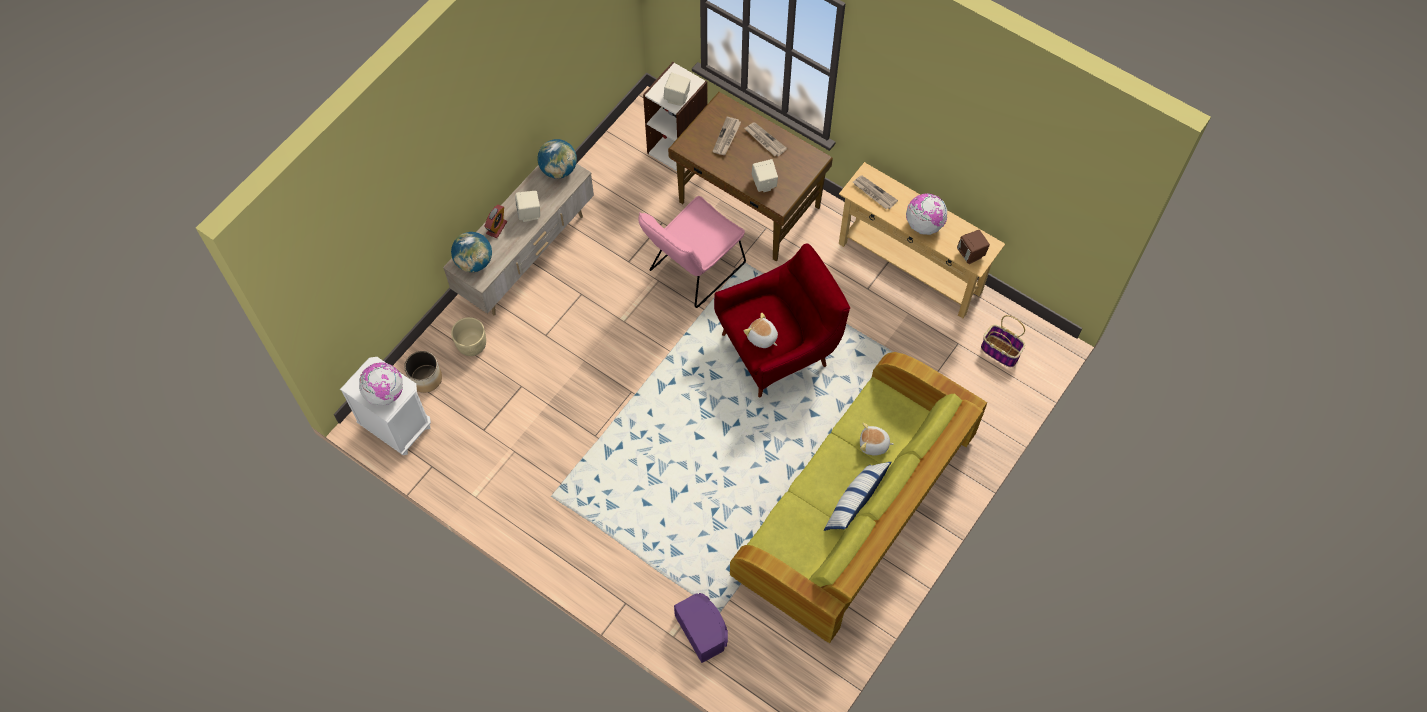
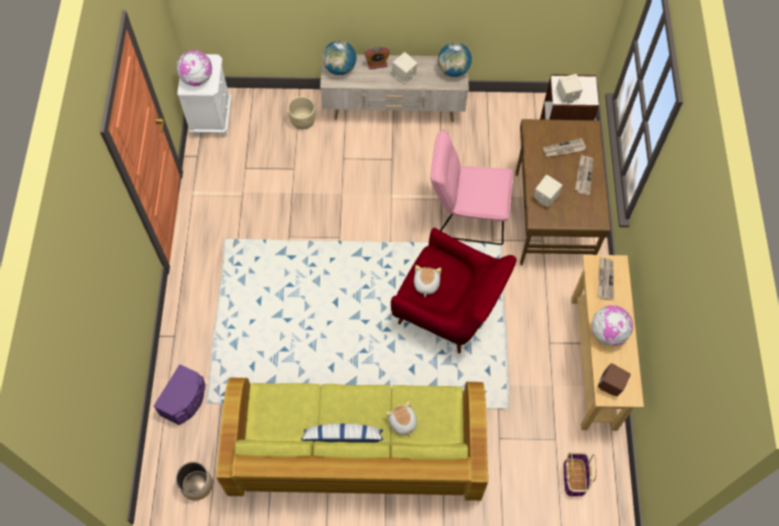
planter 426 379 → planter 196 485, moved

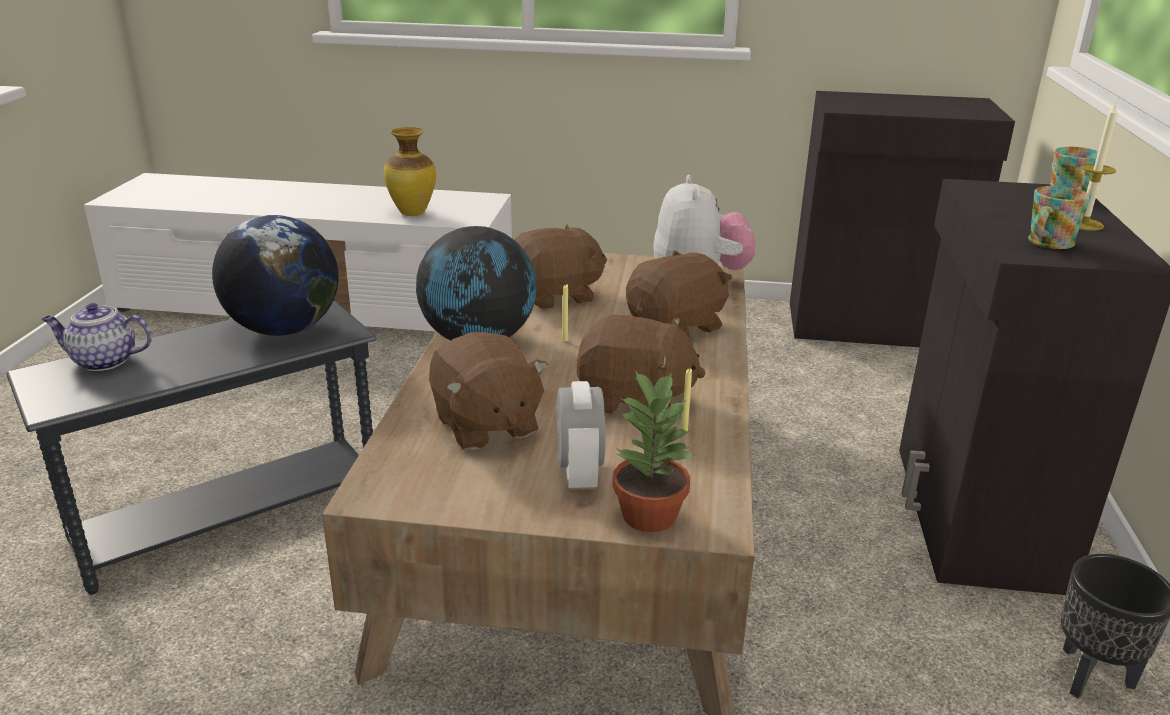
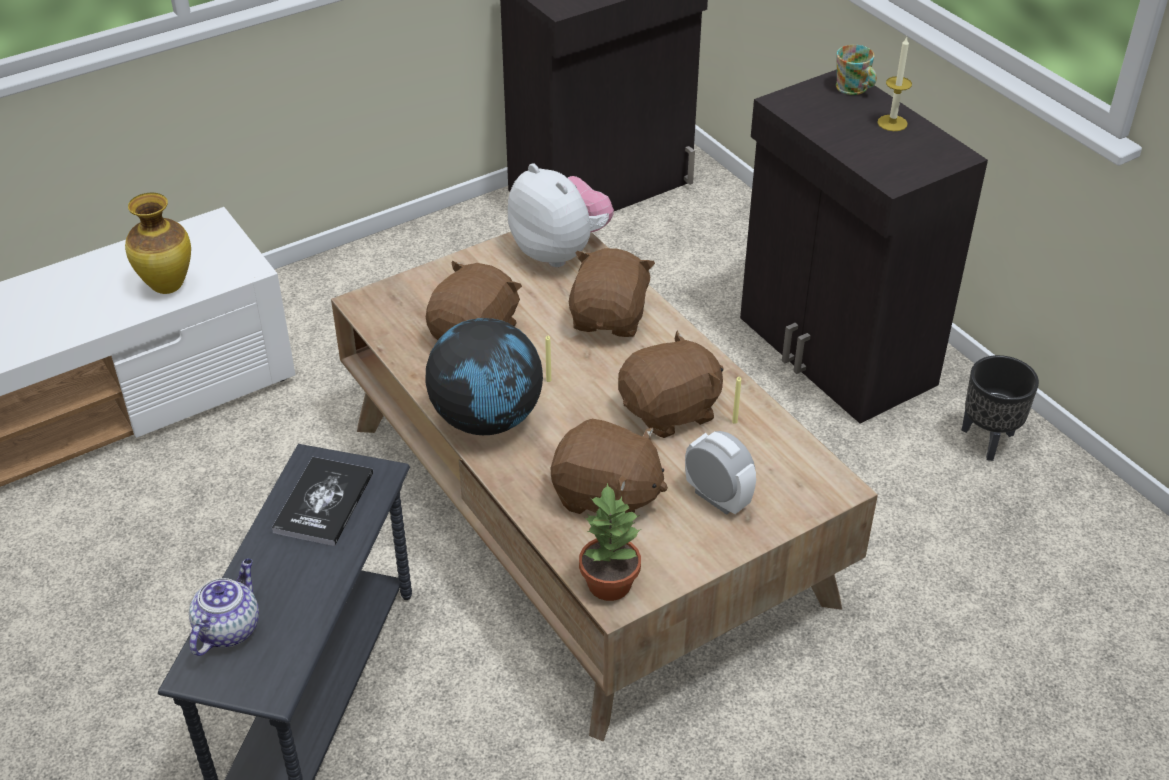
mug 1046 243 → -
potted plant 649 514 → potted plant 608 583, moved
globe 283 329 → book 324 503
teapot 103 361 → teapot 228 628, 150 degrees clockwise

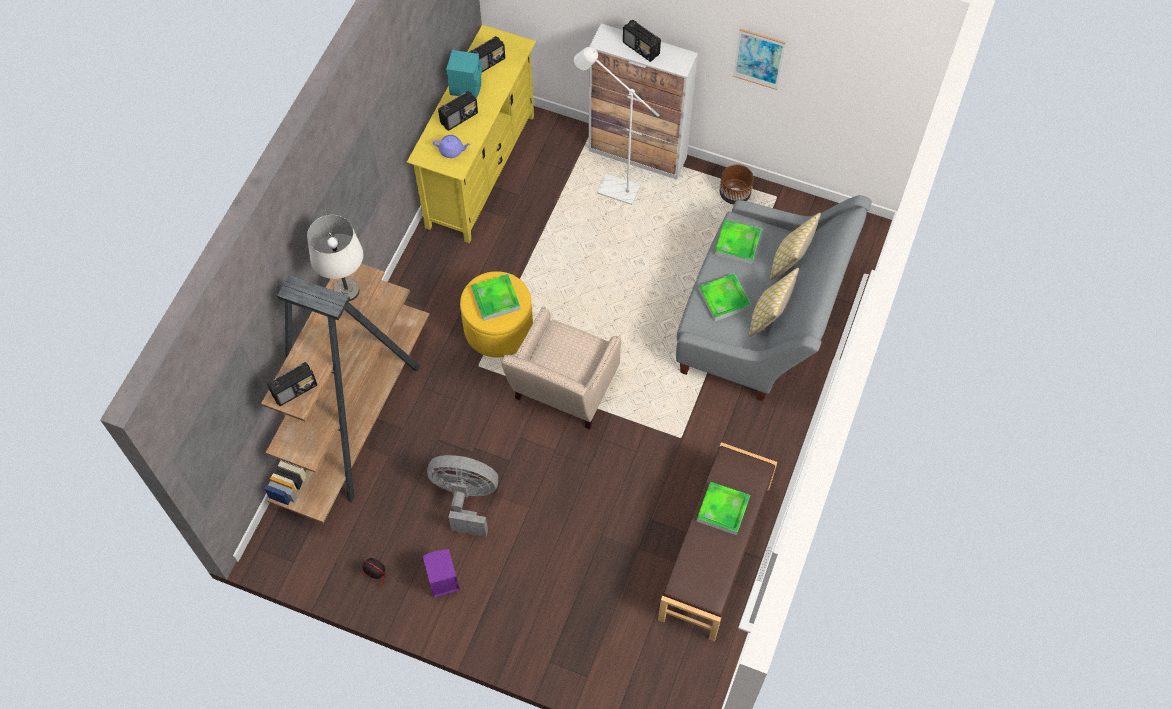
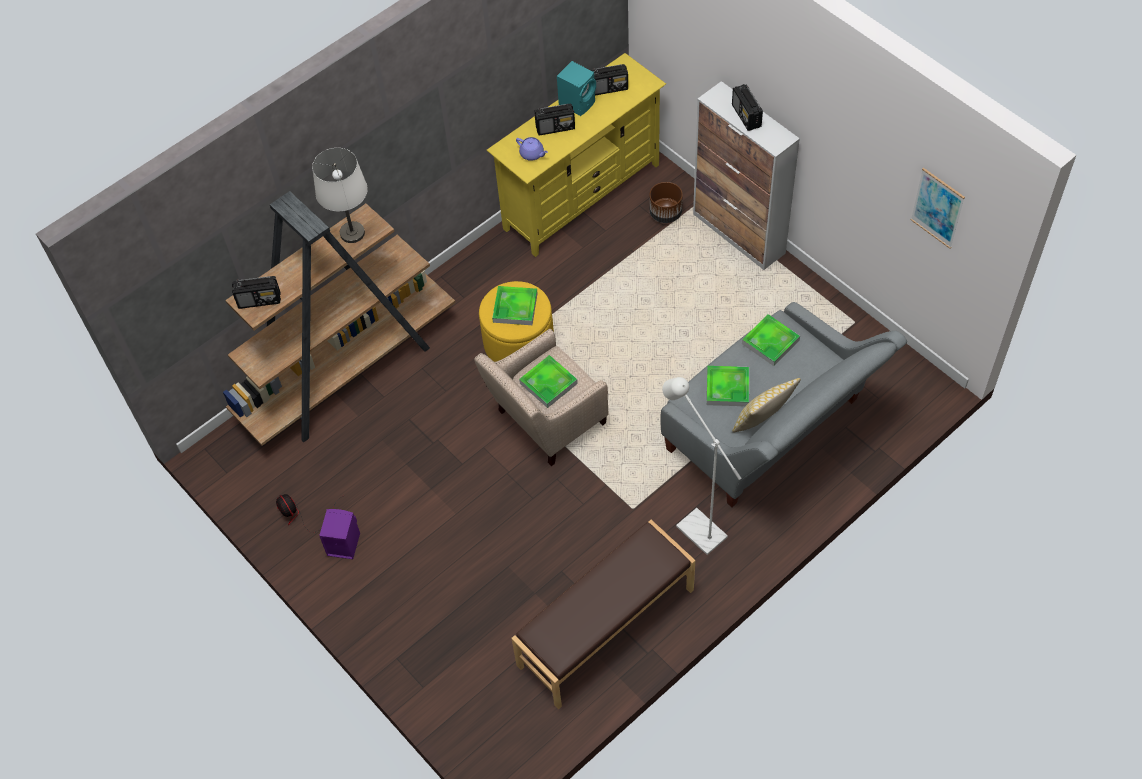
grey fan 466 499 → -
pillow 790 261 → -
white floor lamp 611 188 → white floor lamp 695 526, moved
tray 723 509 → tray 548 383, moved
brown planter 735 194 → brown planter 666 213, moved
picture 759 58 → picture 937 208, moved

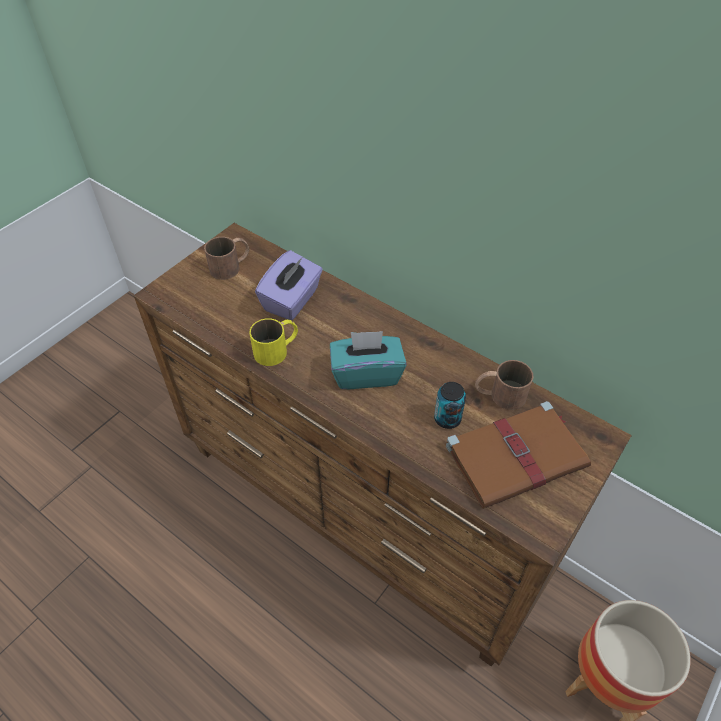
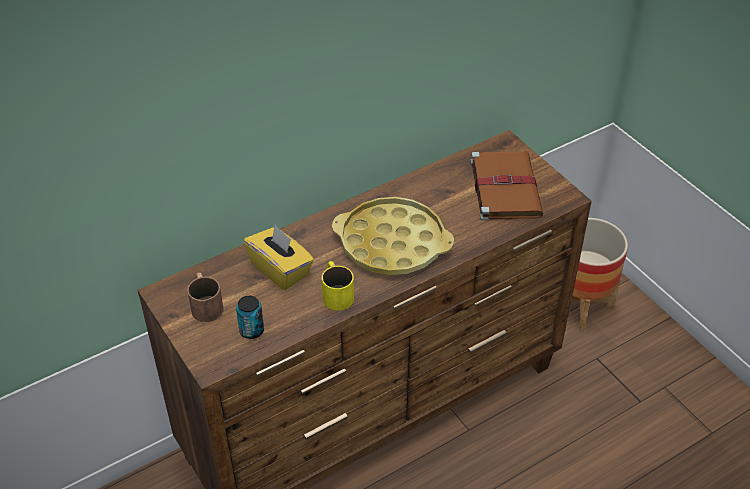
brown mug 499 394 → -
can 447 419 → can 252 331, moved
turquoise tissue box 366 374 → yellow tray 392 243
purple tissue box 292 300 → yellow tissue box 280 270

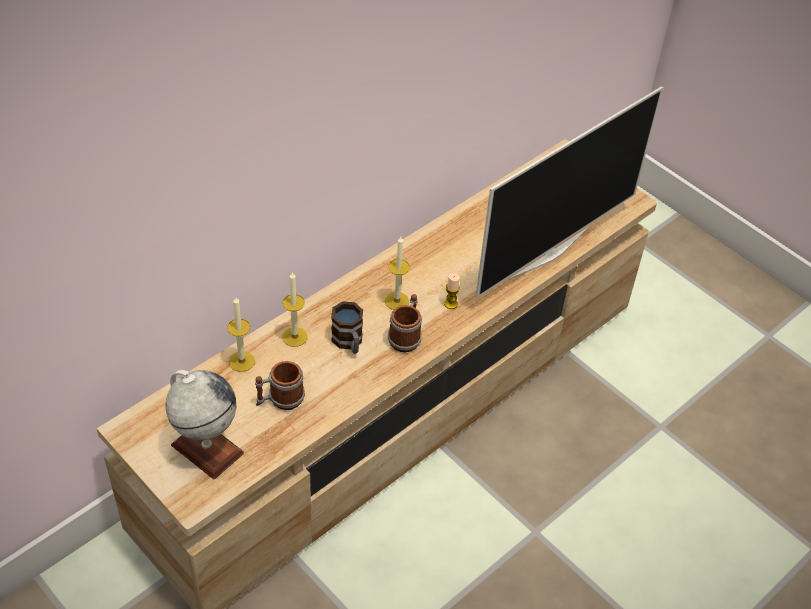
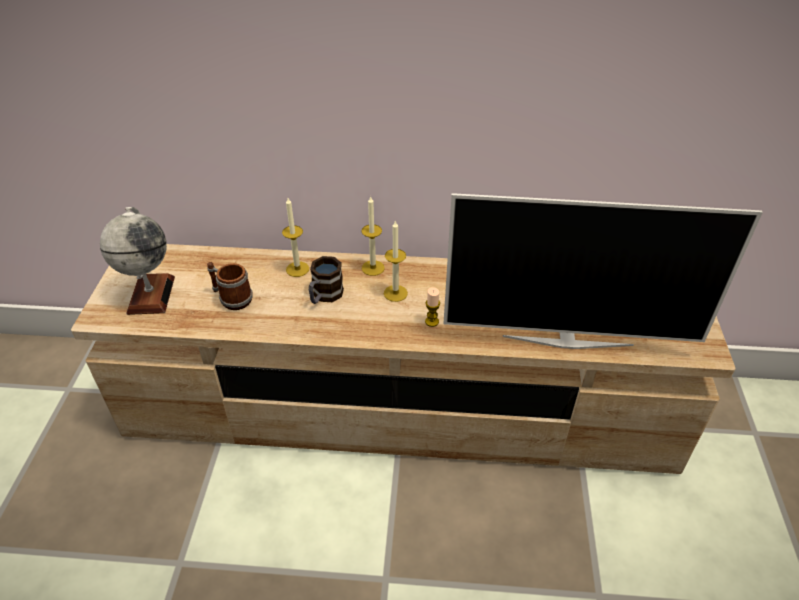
mug 406 336 → -
candle 241 361 → candle 373 268, moved

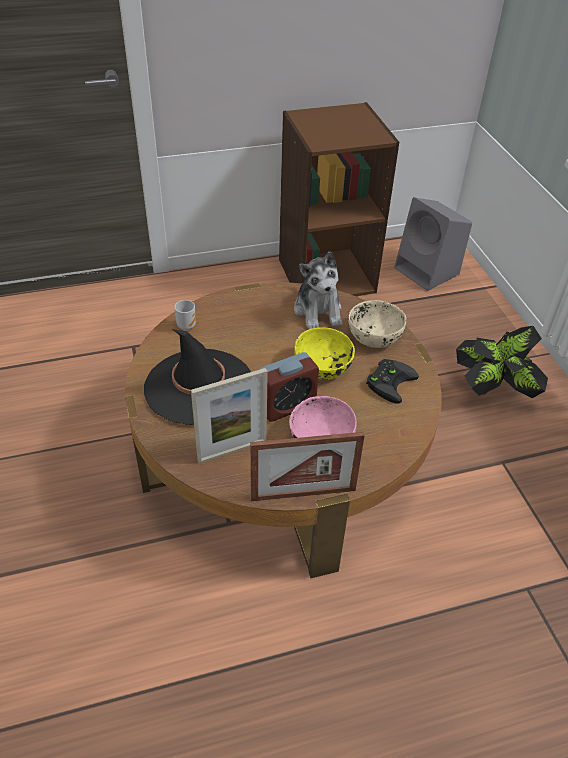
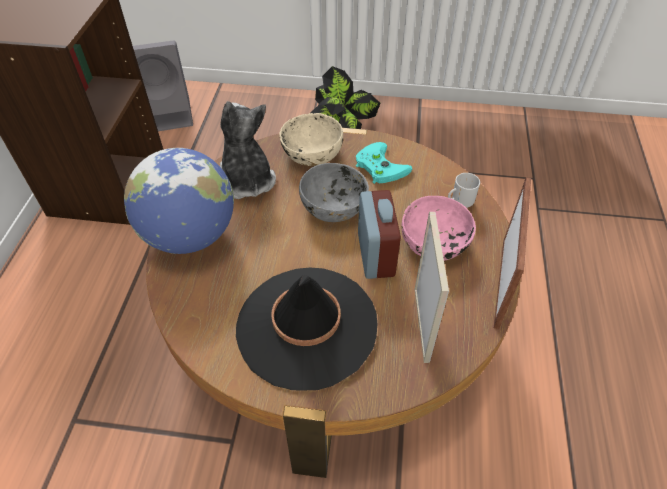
- → globe 190 235
mug 186 325 → mug 460 203, moved
yellow bowl 322 367 → grey bowl 334 207
black game controller 389 381 → turquoise game controller 378 166
plush toy 318 311 → plush toy 247 180, 120 degrees counterclockwise

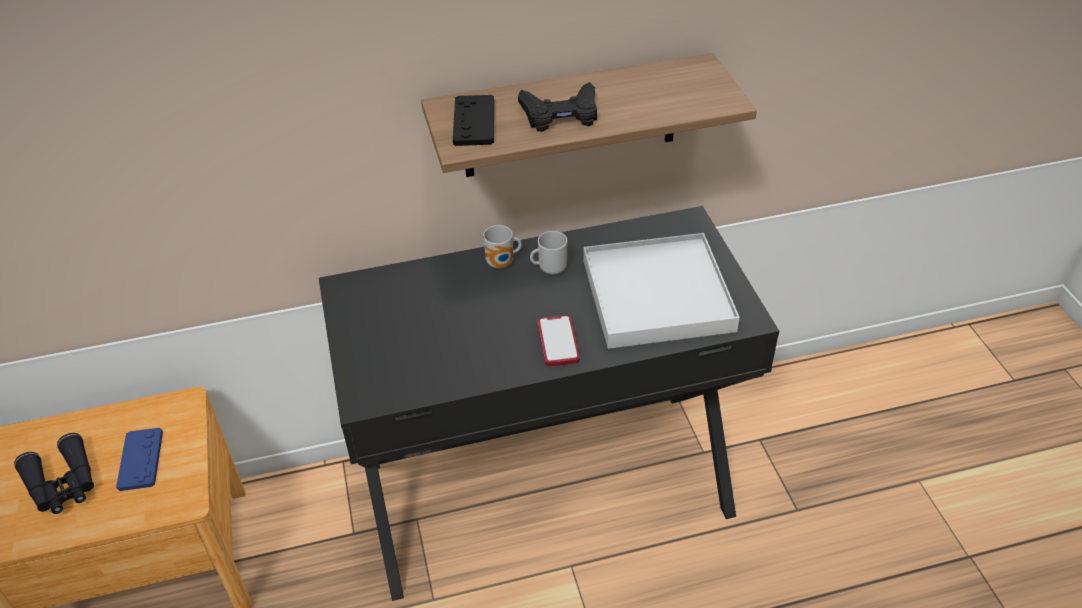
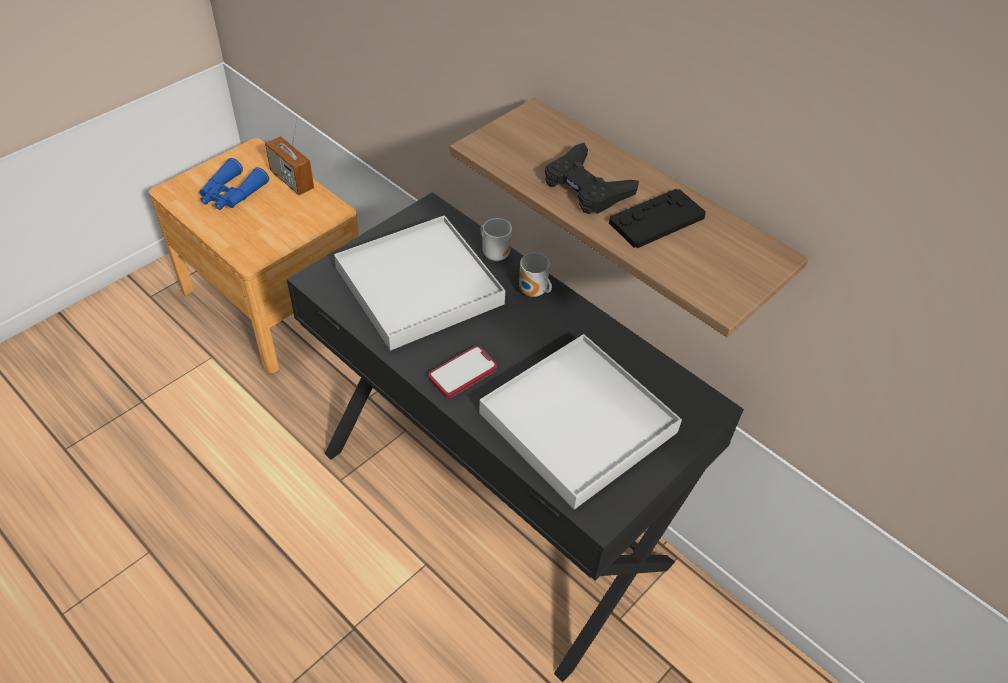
blue game controller 141 460 → -
- → radio 292 180
- → white tray 419 286
black game controller 474 122 → black game controller 656 220, moved
mug 550 269 → mug 495 254, moved
black binoculars 63 485 → blue binoculars 231 194

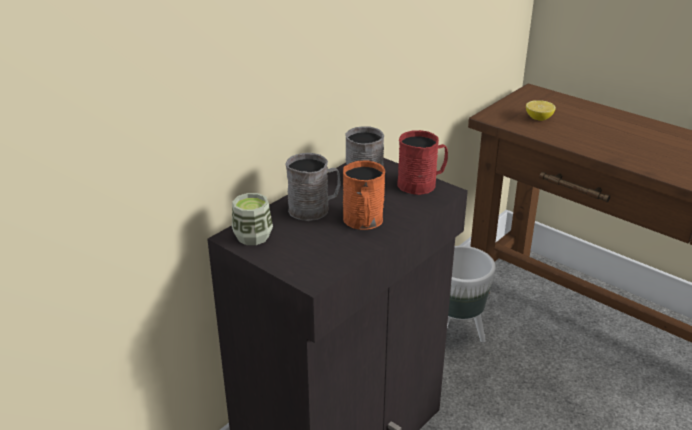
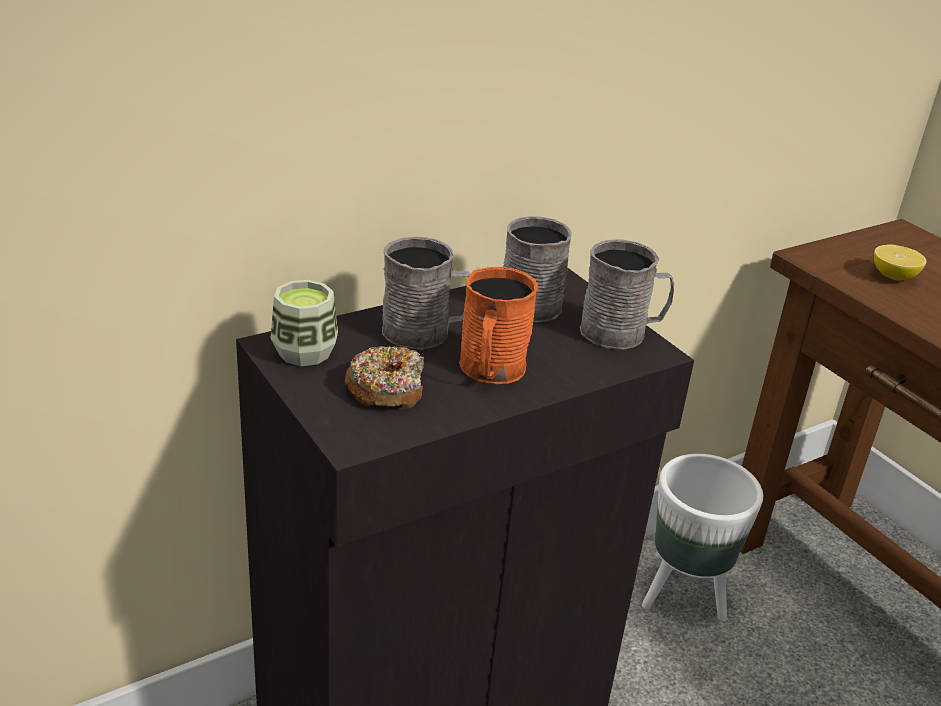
- → donut 386 389
red mug 422 184 → grey mug 622 332

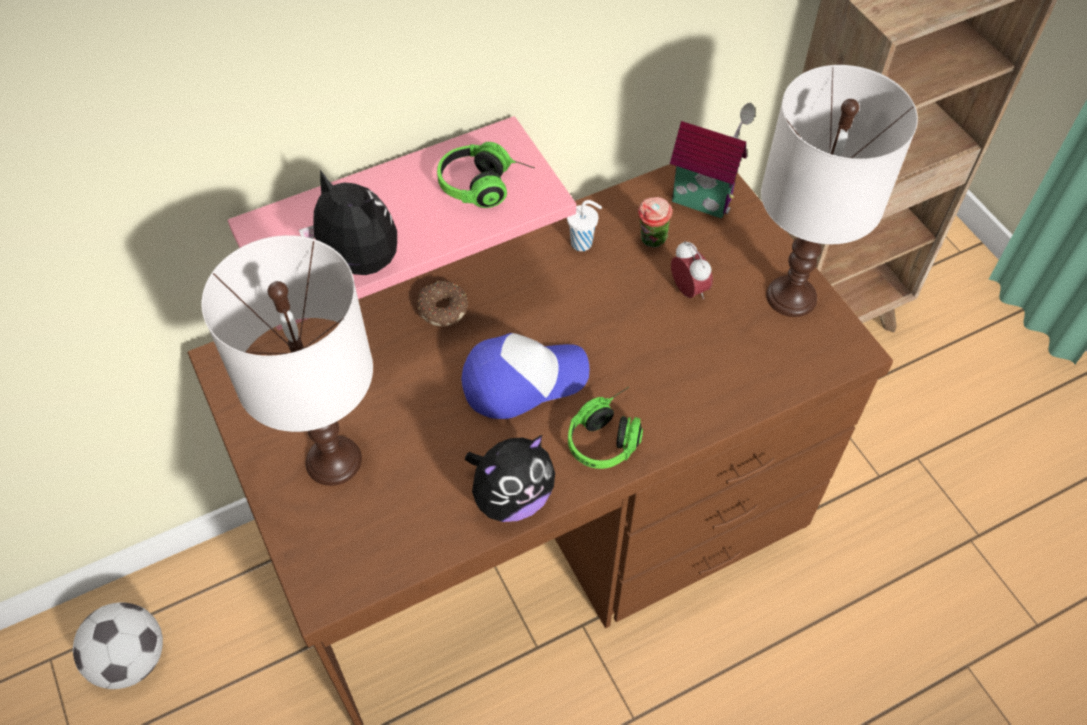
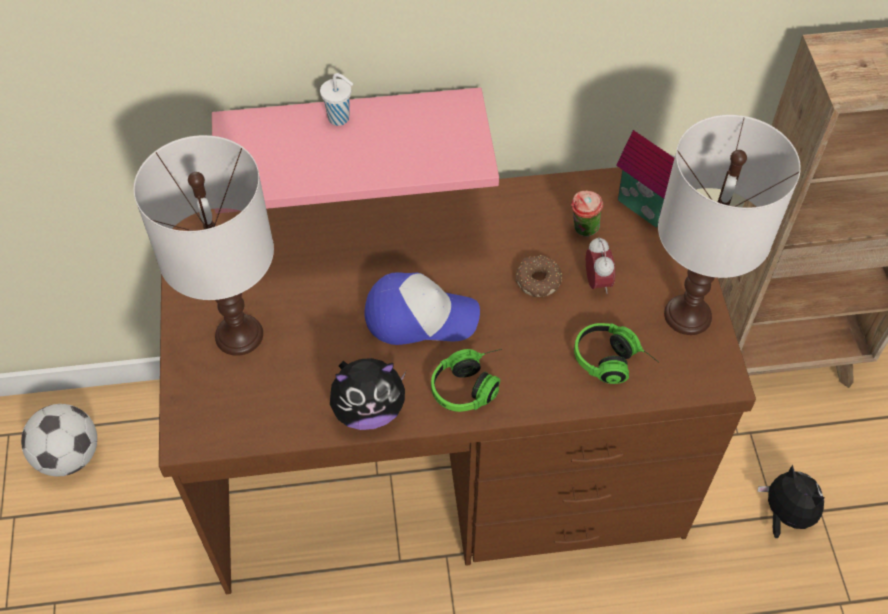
plush toy 357 265 → plush toy 785 514, moved
donut 442 308 → donut 537 280, moved
headphones 486 186 → headphones 613 362, moved
white cup 583 243 → white cup 340 118, moved

